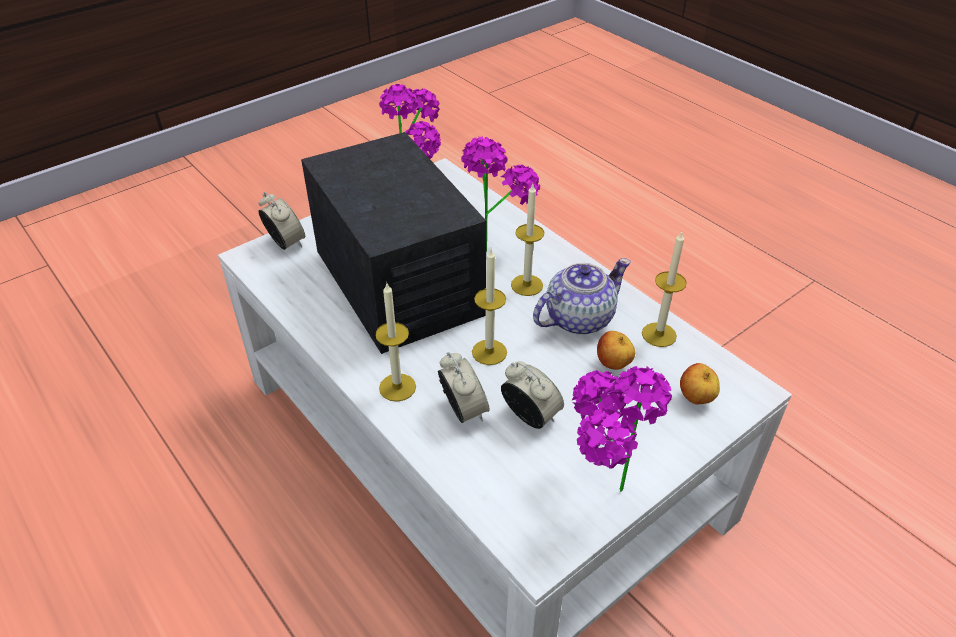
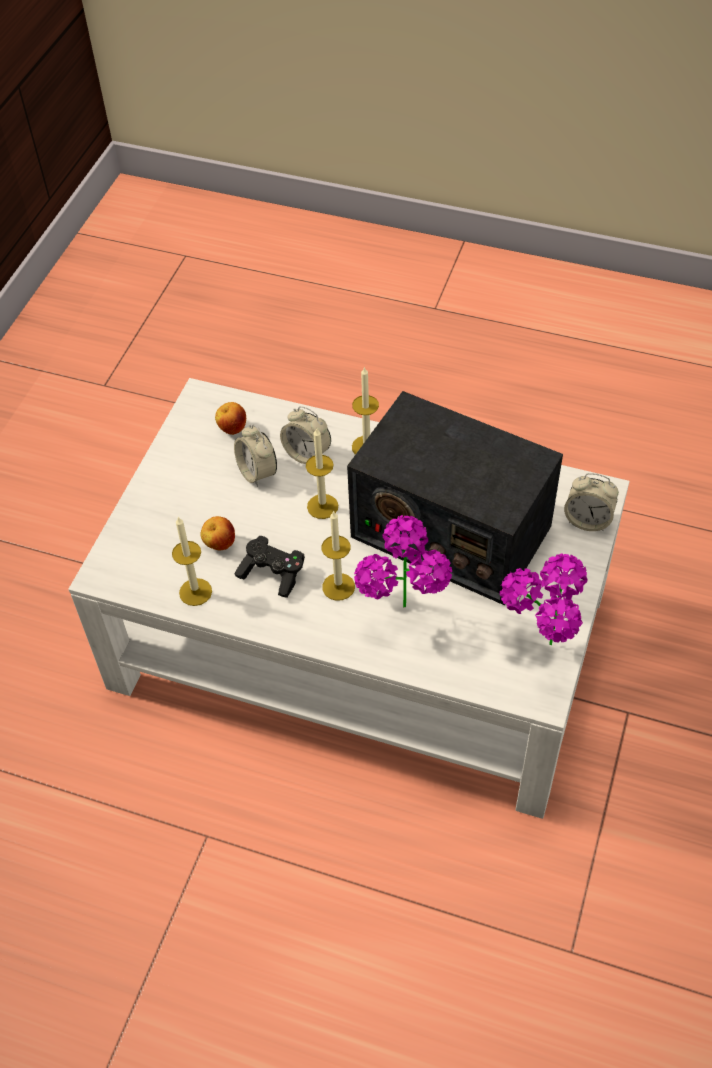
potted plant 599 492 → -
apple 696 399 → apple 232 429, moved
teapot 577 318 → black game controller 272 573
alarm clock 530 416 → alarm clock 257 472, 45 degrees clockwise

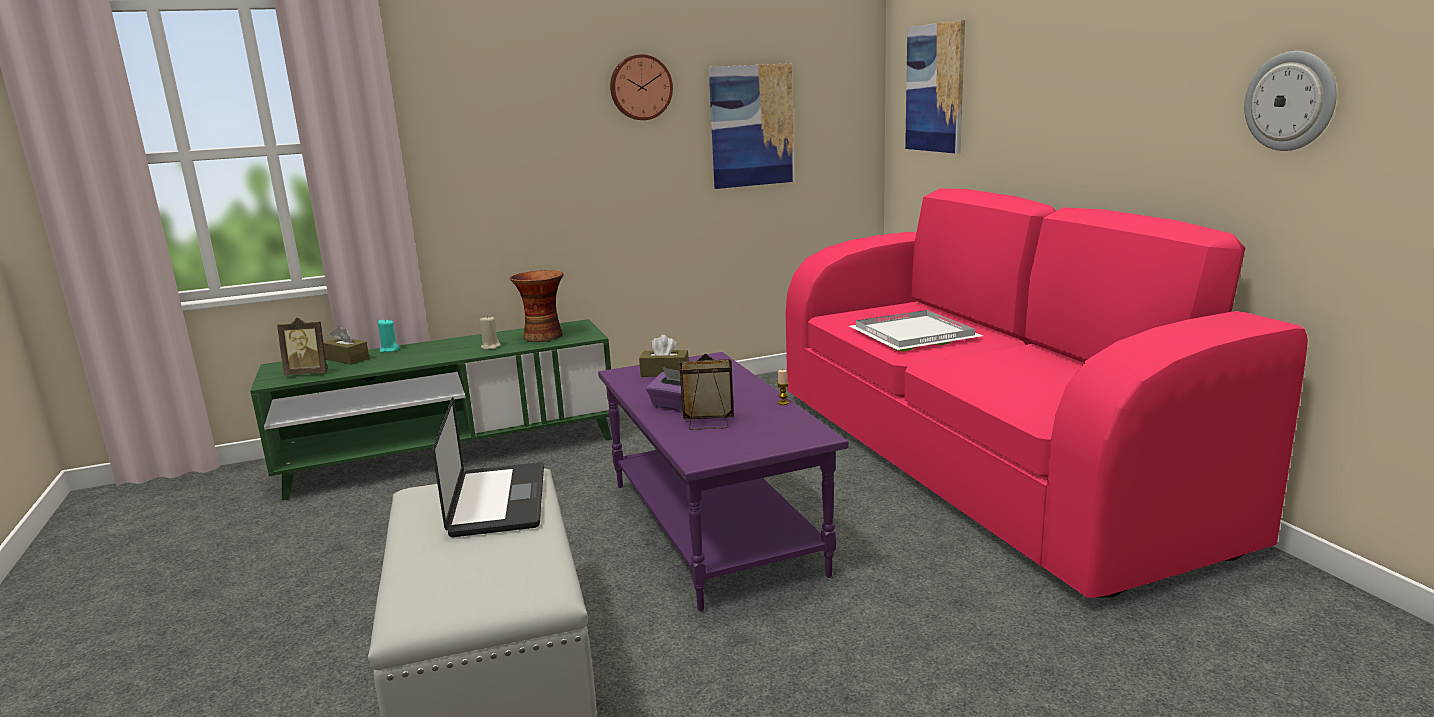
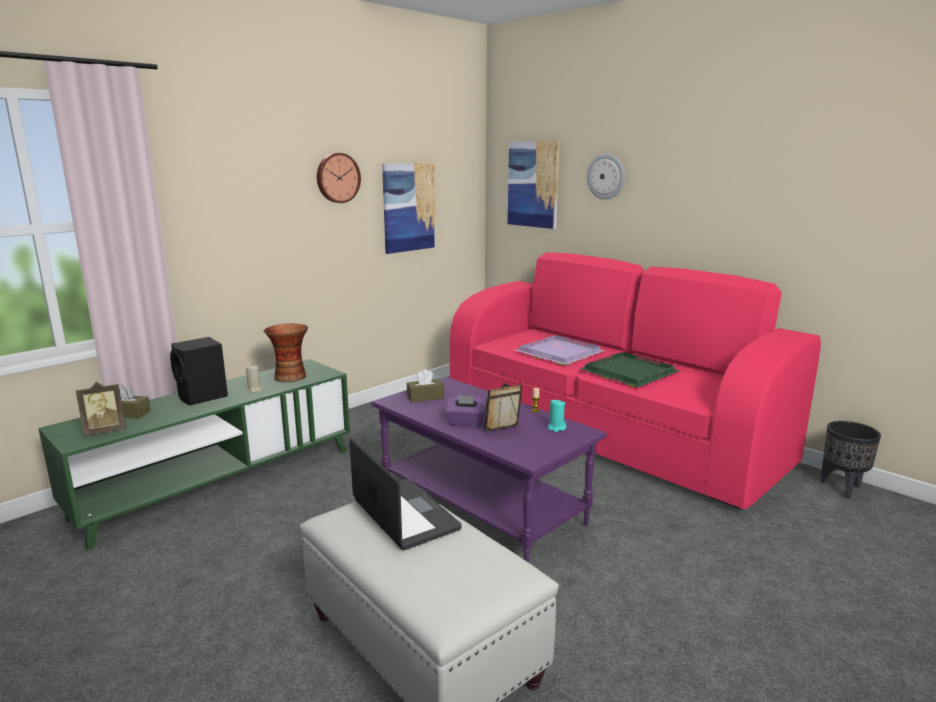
- → black speaker 203 397
- → green tray 628 372
- → black planter 842 488
turquoise candle 389 350 → turquoise candle 556 428, moved
wall clock 1290 101 → wall clock 606 176, moved
white tray 913 336 → purple tray 559 354

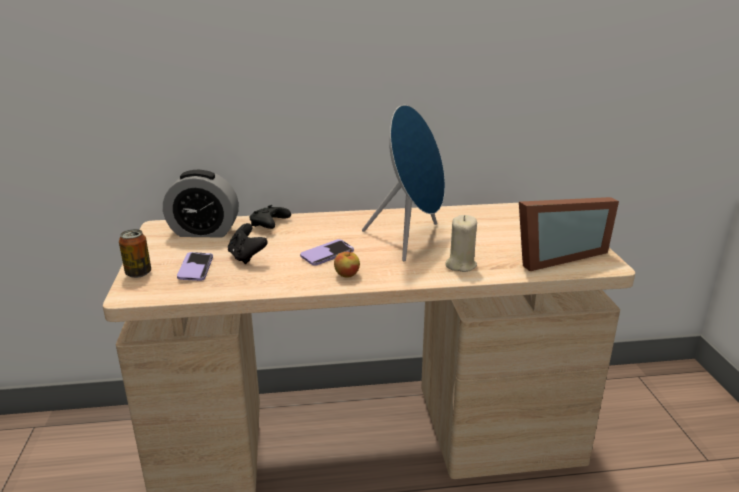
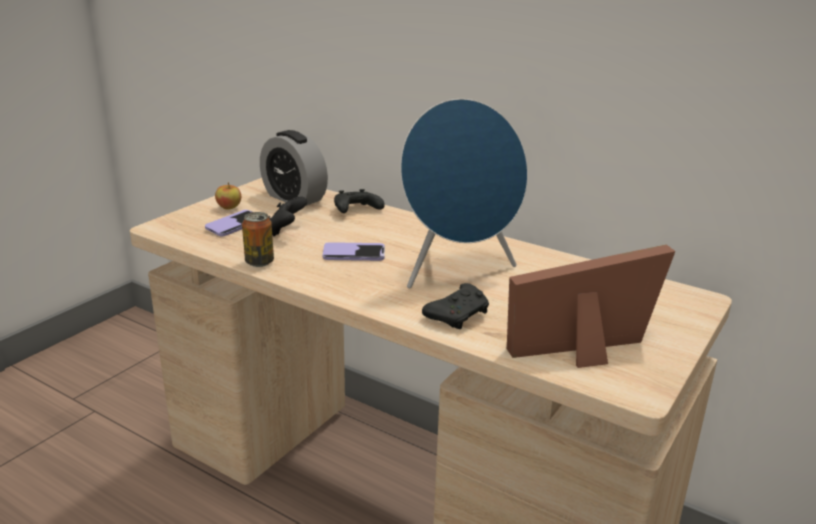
can 138 273 → can 259 262, moved
apple 347 275 → apple 229 208, moved
beige candle 460 265 → black game controller 458 315
picture frame 554 256 → picture frame 588 352, 150 degrees clockwise

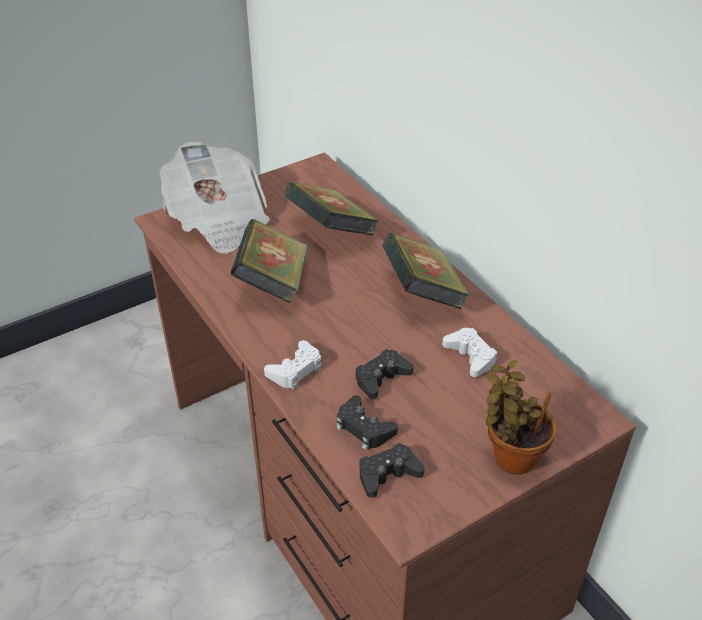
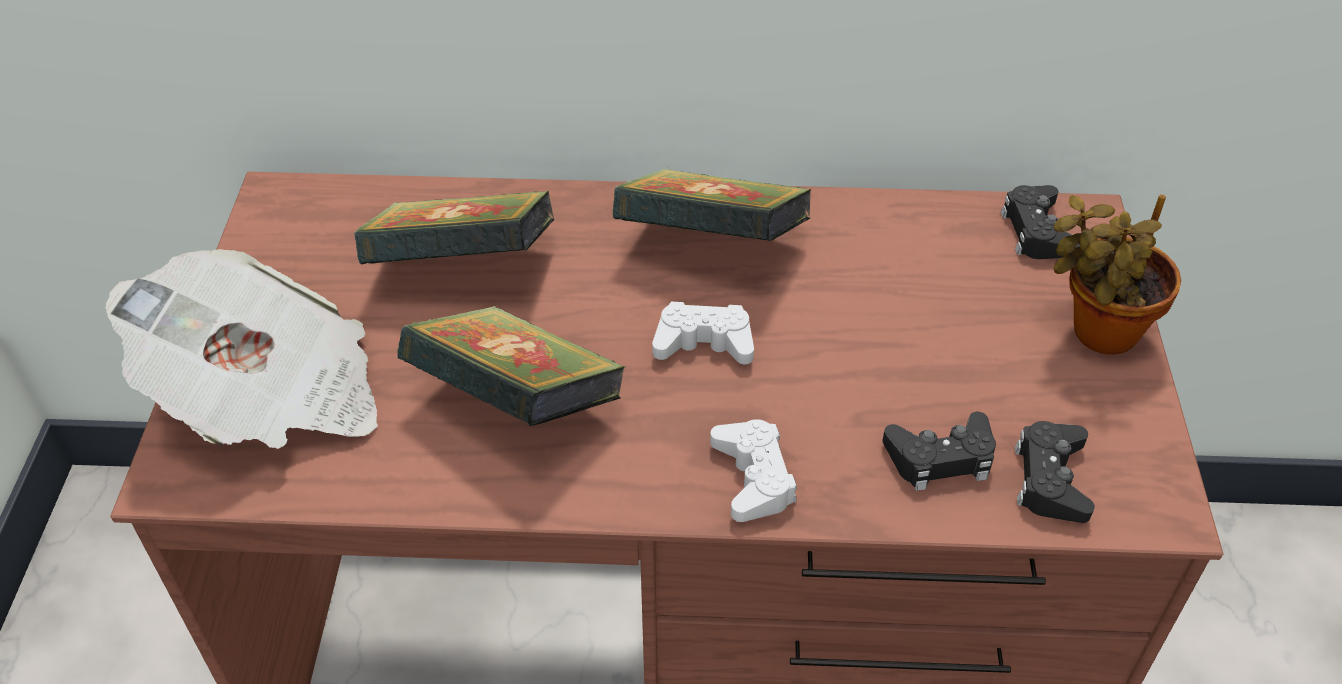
black game controller 381 378 → black game controller 1036 231, moved
white game controller 470 356 → white game controller 704 343, moved

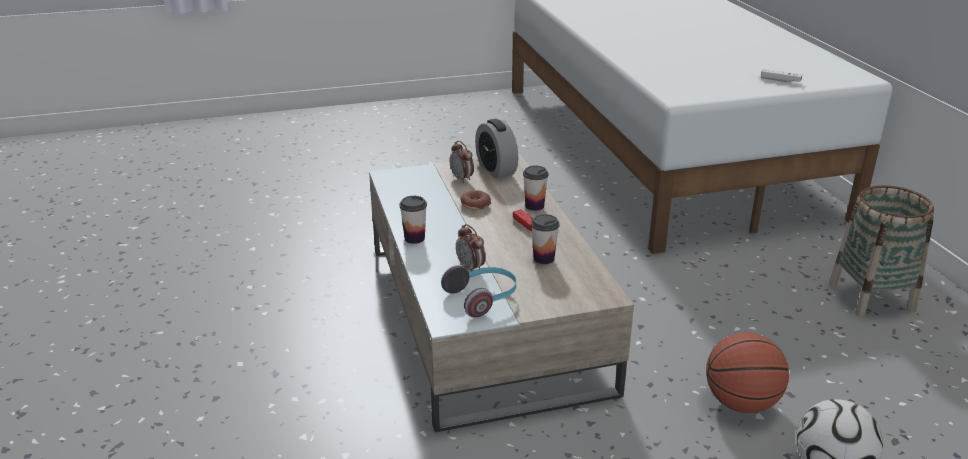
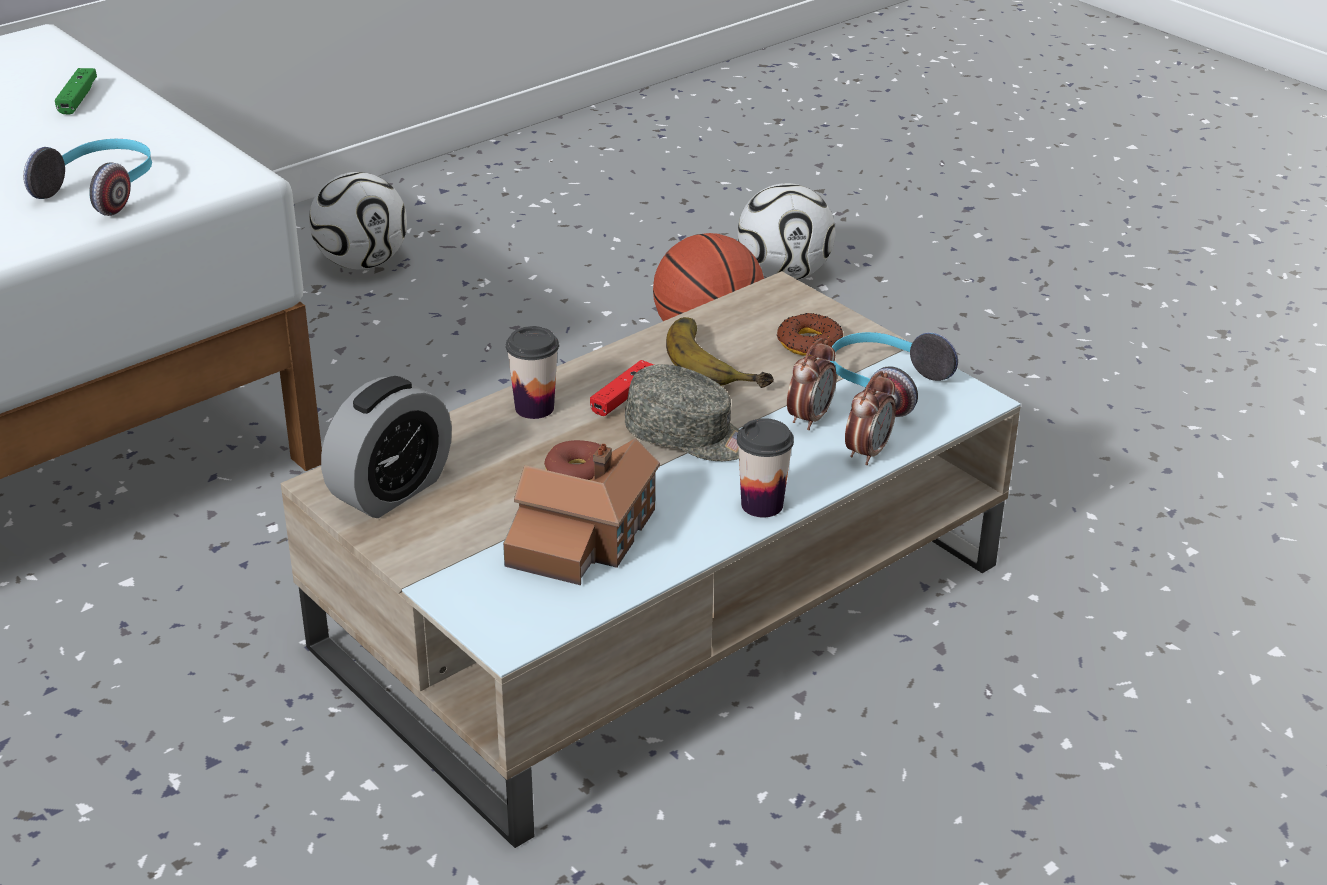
- → headphones 102 191
- → toy house 583 538
- → grey cap 689 437
- → donut 809 343
alarm clock 462 178 → alarm clock 867 452, moved
cup 543 258 → banana 719 360
basket 871 297 → football 362 263
white game controller 780 80 → green game controller 78 99

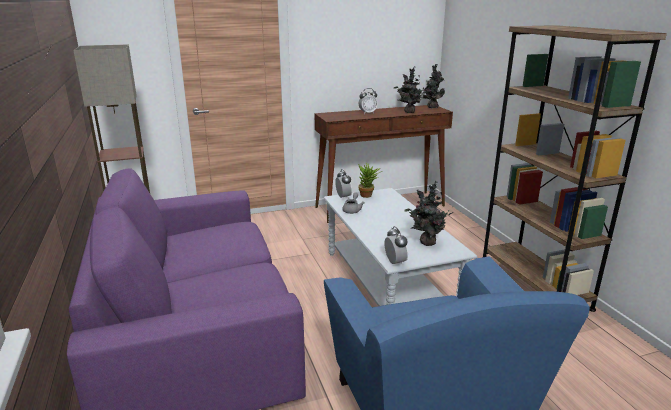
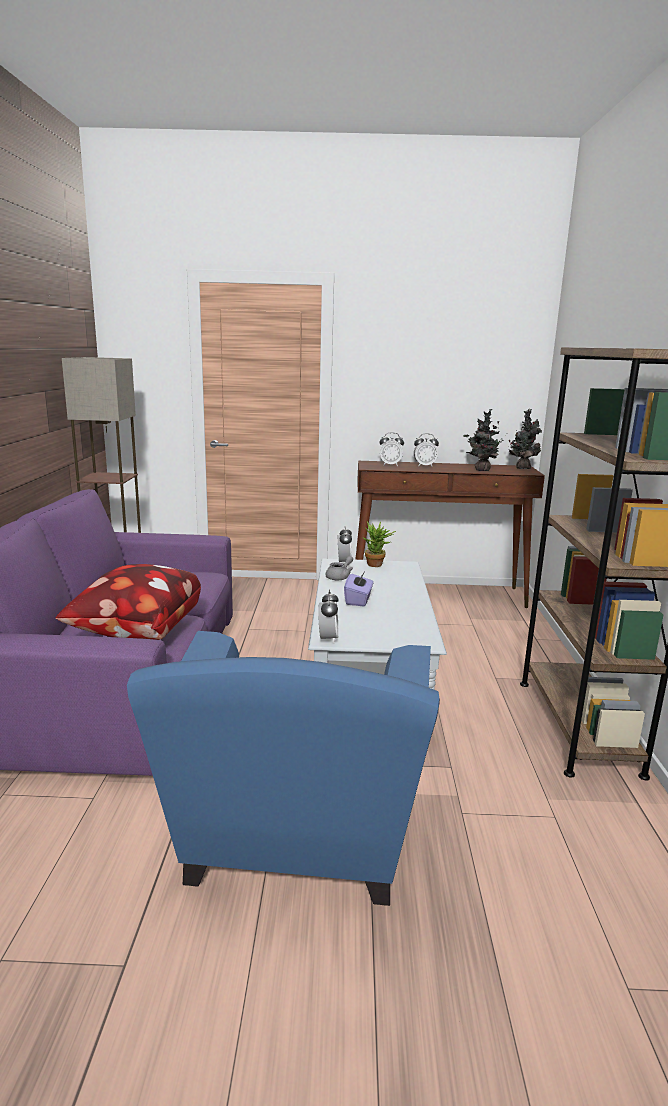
potted plant 426 243 → -
- → pillow 135 632
- → purple tissue box 358 600
- → alarm clock 390 465

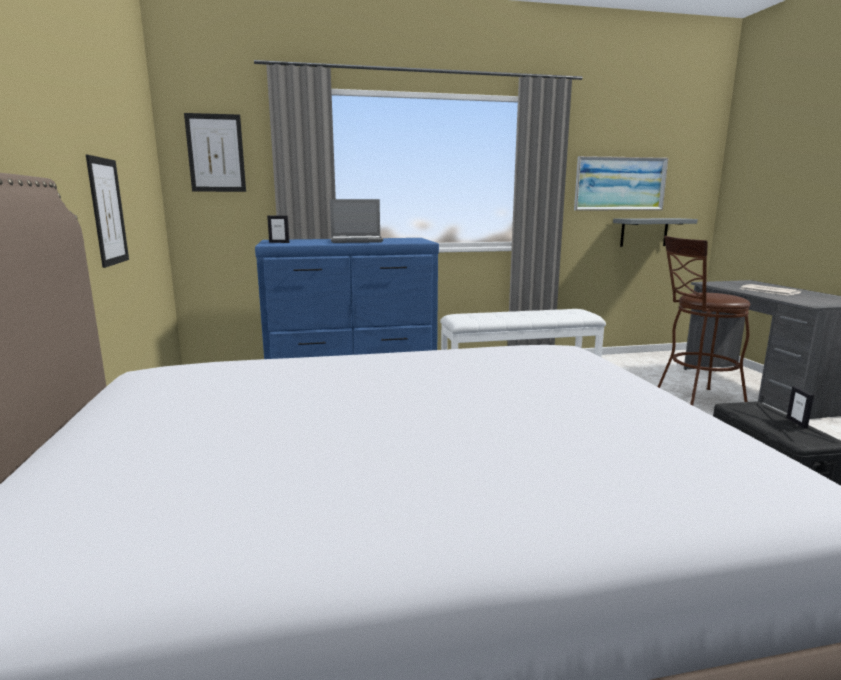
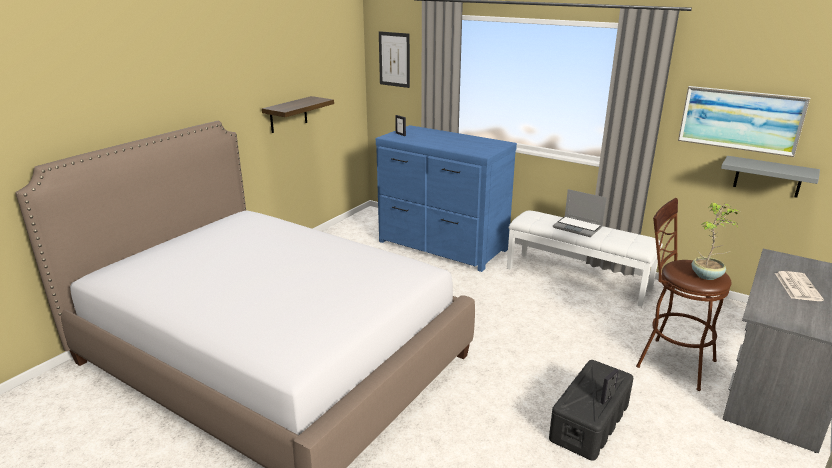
- → potted plant 707 276
laptop 357 241 → laptop 578 227, moved
picture 108 211 → shelf 288 114

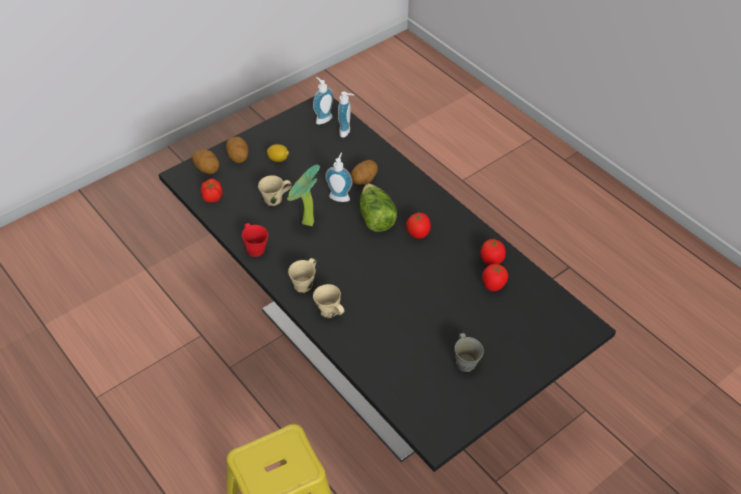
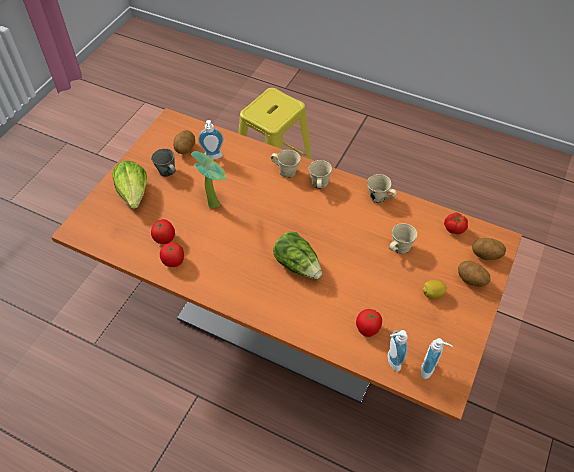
- → lettuce 134 193
potted plant 306 224 → potted plant 215 203, moved
soap dispenser 340 196 → soap dispenser 213 158, moved
potato 364 180 → potato 185 149, moved
tomato 418 233 → tomato 367 329, moved
black dining table 370 354 → orange dining table 287 321
red mug 255 249 → beige mug 378 198

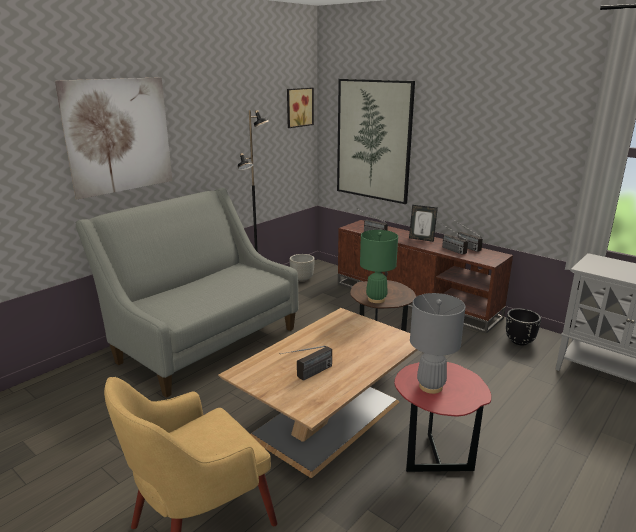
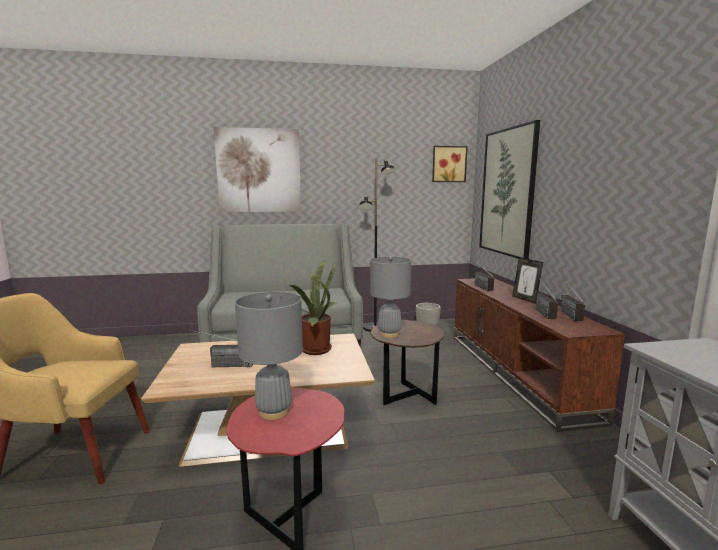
black planter 520 341 → -
- → potted plant 313 349
green table lamp 376 299 → grey table lamp 389 334

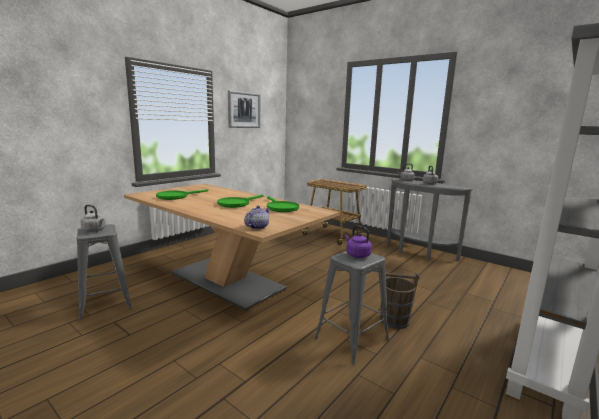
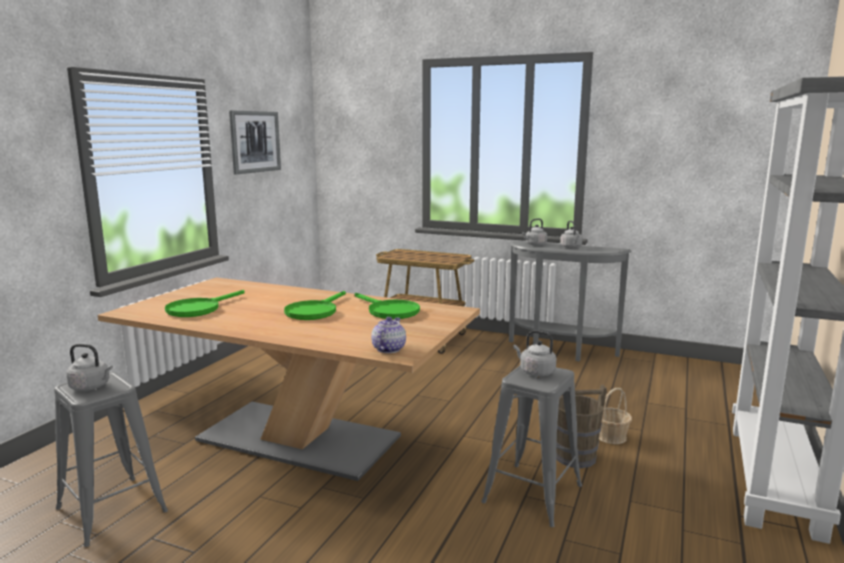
- → basket 611 437
purple kettle 357 255 → grey kettle 535 372

